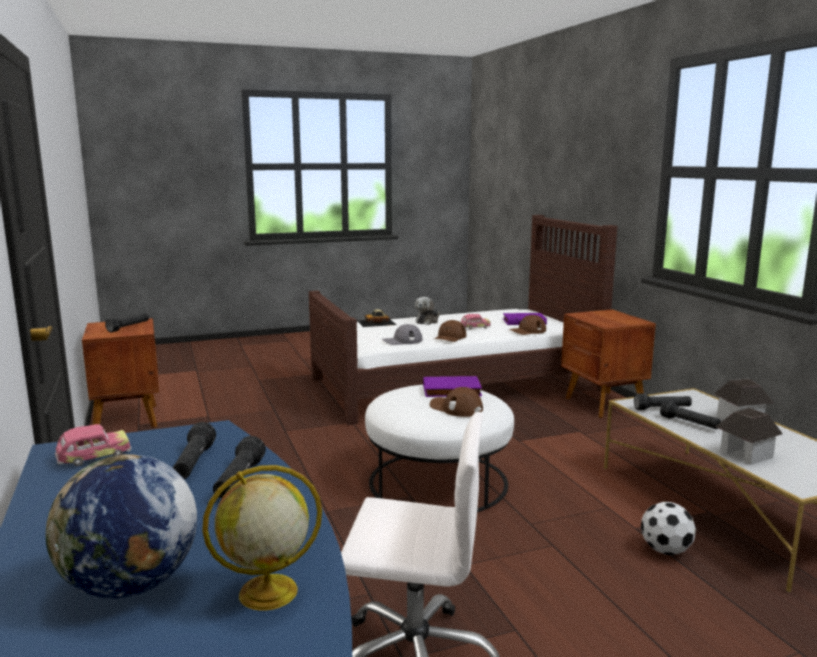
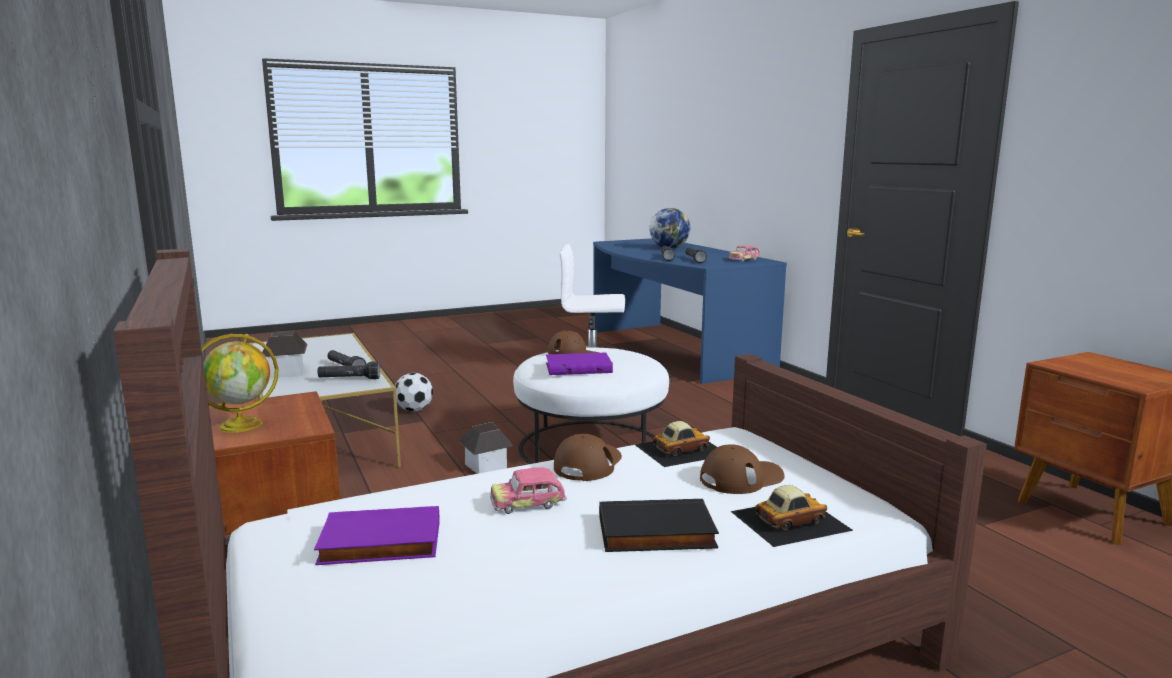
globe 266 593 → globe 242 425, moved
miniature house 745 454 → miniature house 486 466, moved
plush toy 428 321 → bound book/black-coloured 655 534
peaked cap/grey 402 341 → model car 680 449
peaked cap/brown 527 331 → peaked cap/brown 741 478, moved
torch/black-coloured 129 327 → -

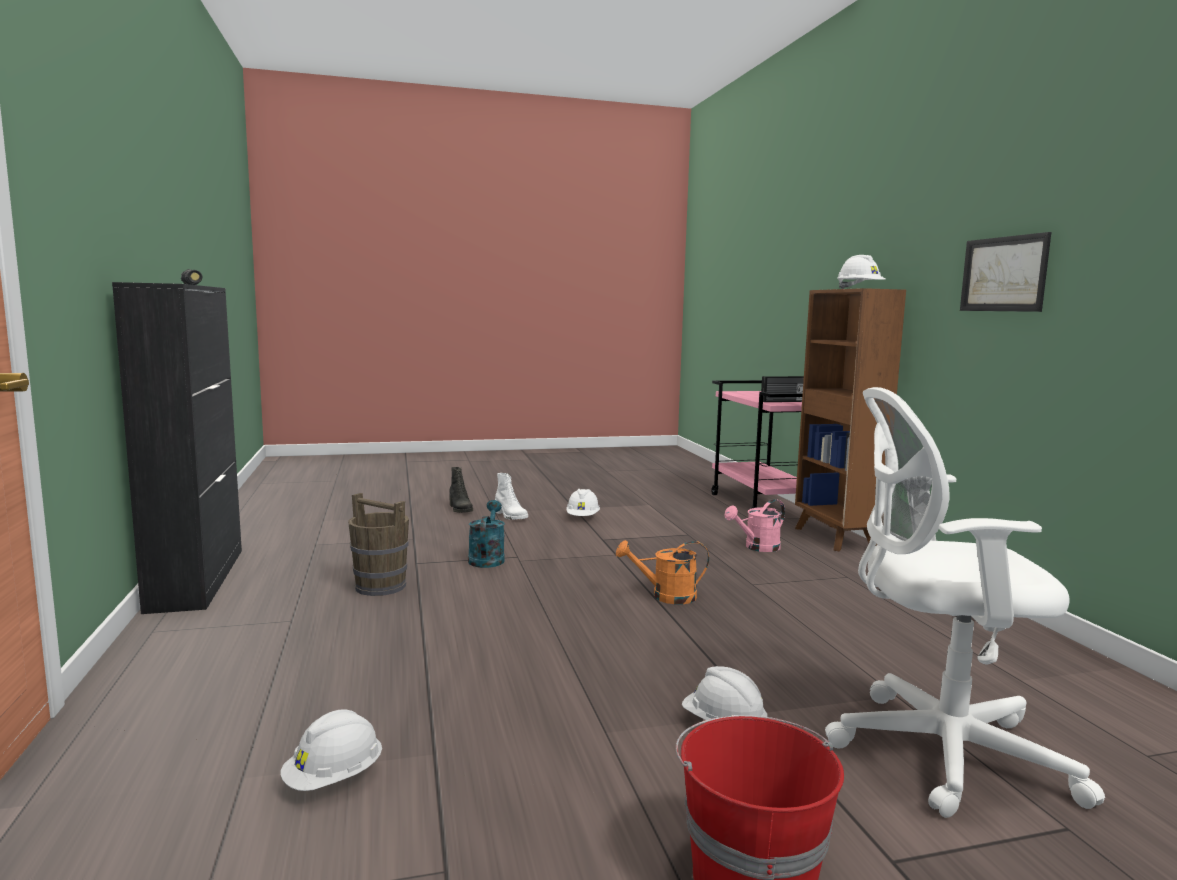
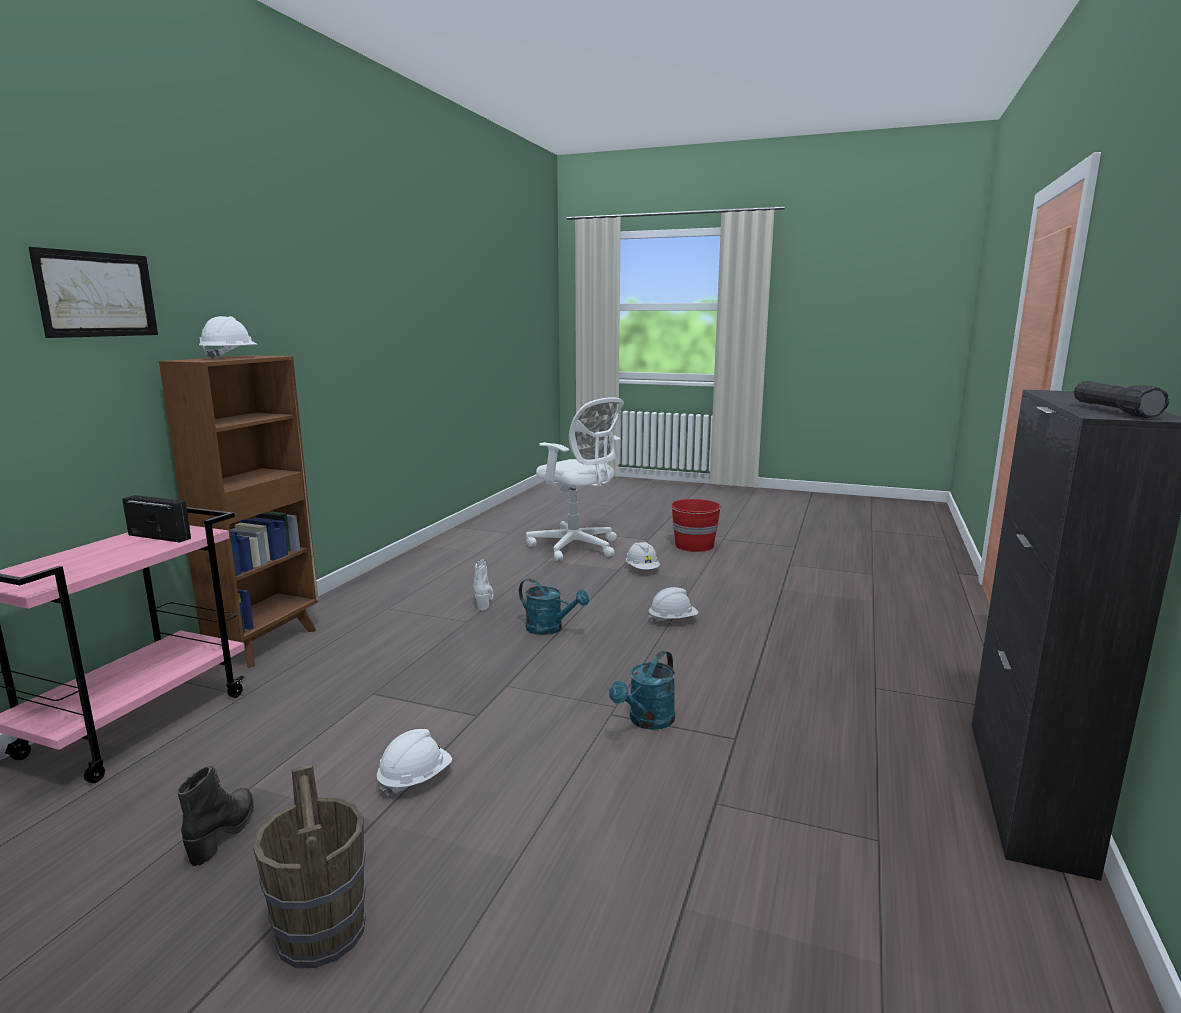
wall picture 1003 274 → wall picture 97 294, moved
boot/black-coloured 460 509 → boot/black-coloured 224 832, moved
pail/brown 380 586 → pail/brown 321 932, moved
boot/white 510 516 → boot/white 483 600, moved
sprinkling can/orange-coloured 666 596 → sprinkling can/turquoise 550 629
hard hat/white 334 779 → hard hat/white 673 620, moved
sprinkling can/pink 757 548 → -

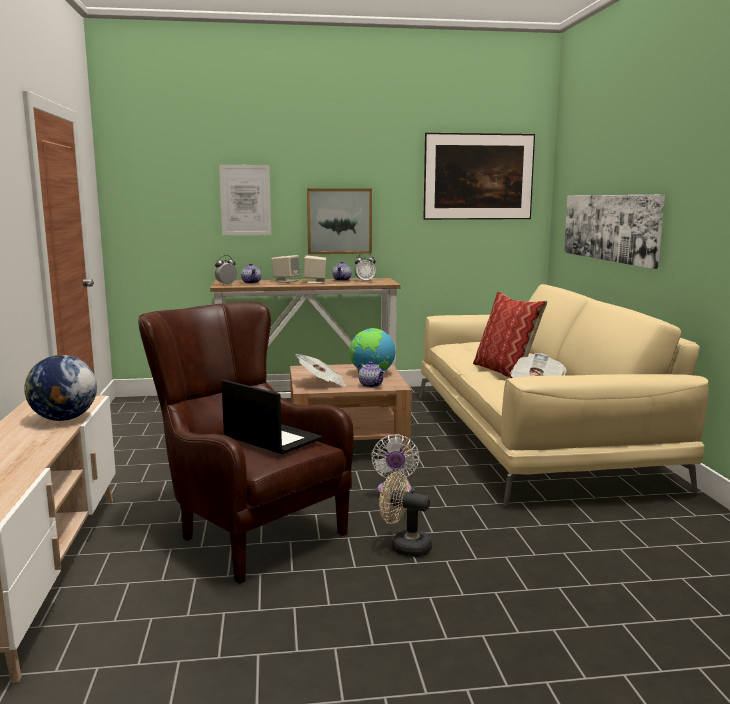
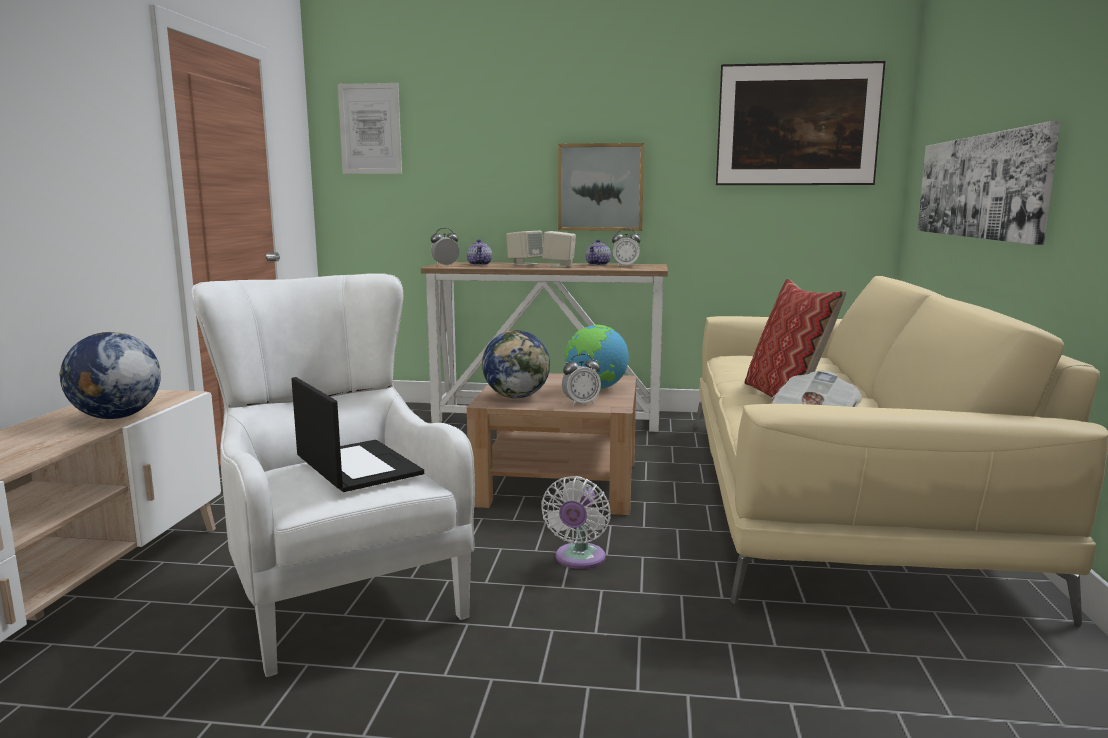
armchair/brown 246 530 → armchair/white 340 592
wall picture 245 200 → wall picture 370 129, moved
newspaper 322 383 → globe 517 397
pot for tea 371 385 → alarm clock 581 403
cooling fan/beige 404 546 → -

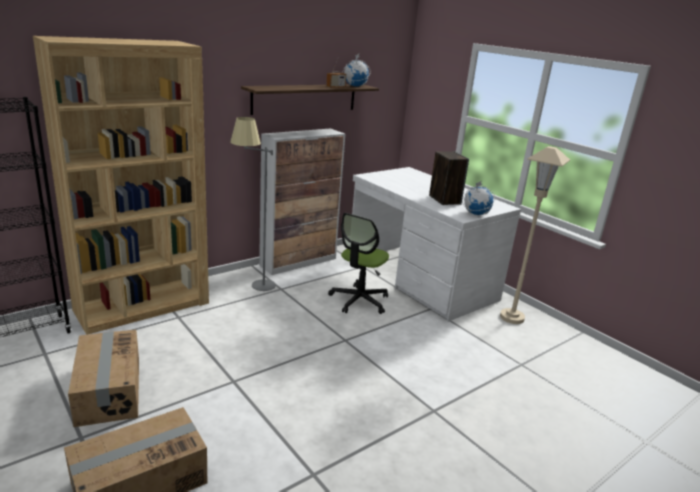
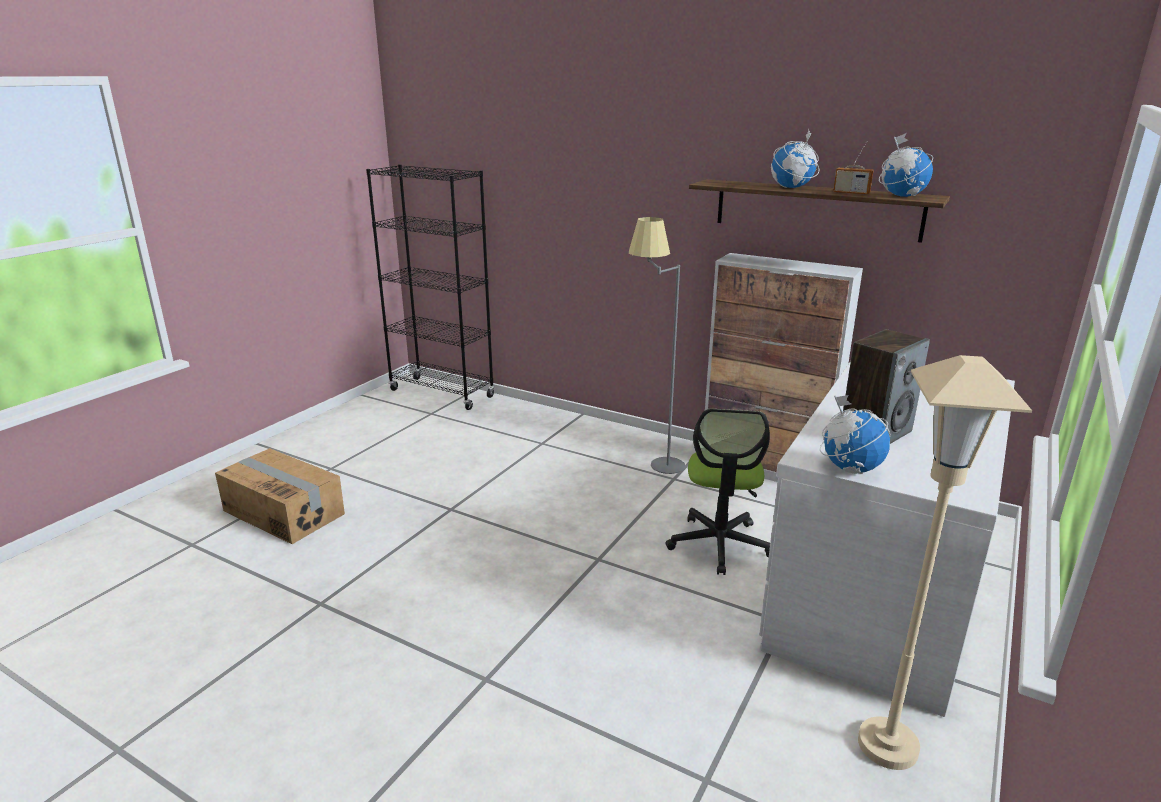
desk chair 359 300 → desk chair 719 544, 90 degrees counterclockwise
- → globe 792 188
bookshelf/brown 143 306 → -
carton 108 391 → -

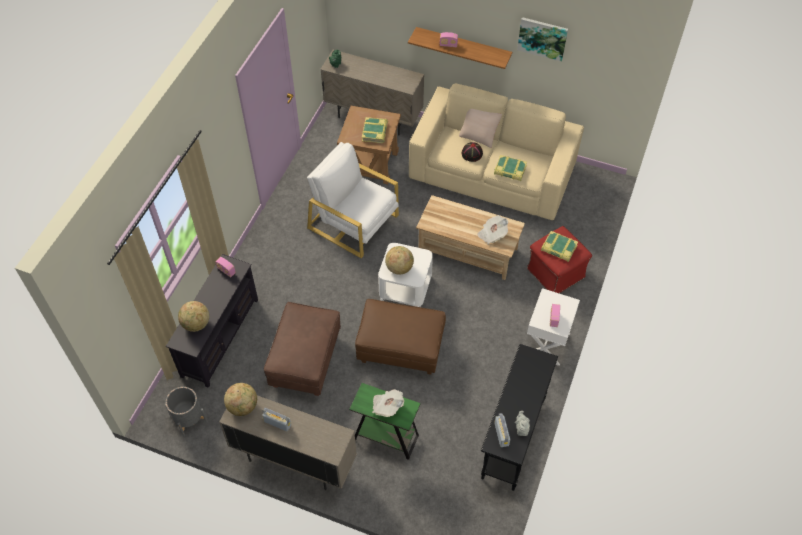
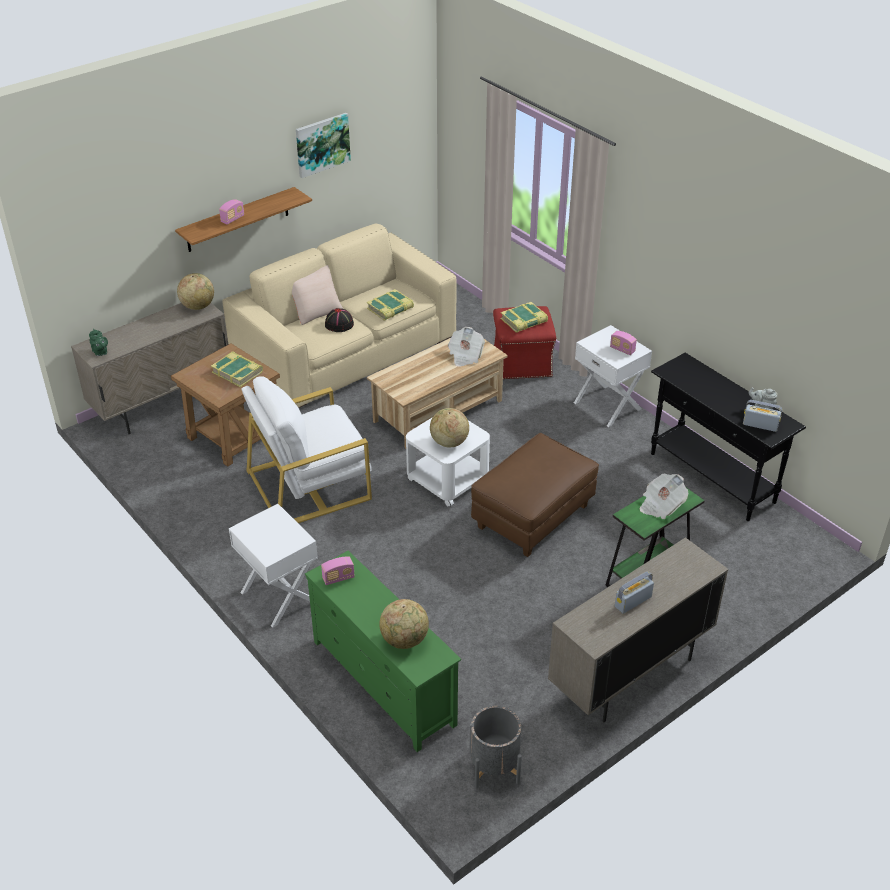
globe 243 406 → globe 198 306, moved
- → bedside table/white 279 597
media console/black-coloured 220 337 → media console/green-coloured 382 683
footrest/brown 305 361 → -

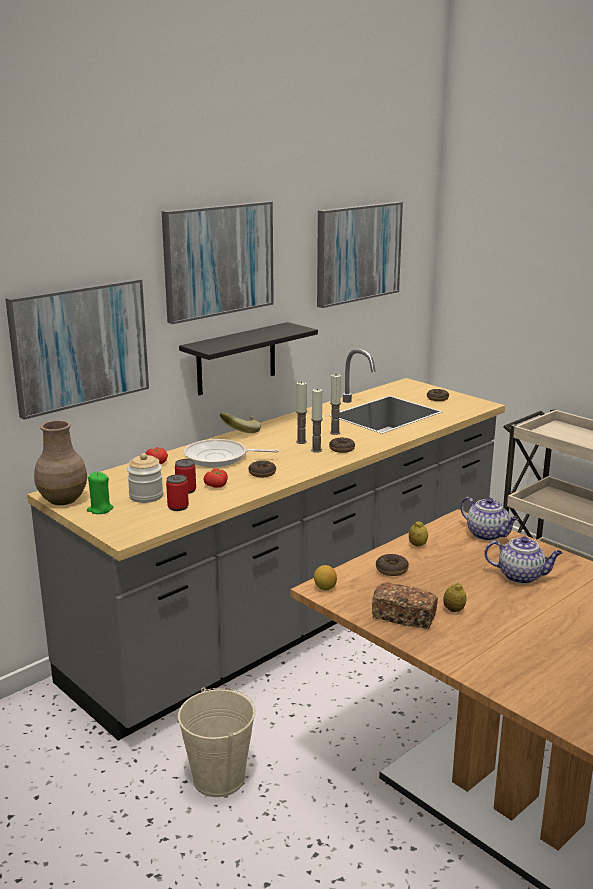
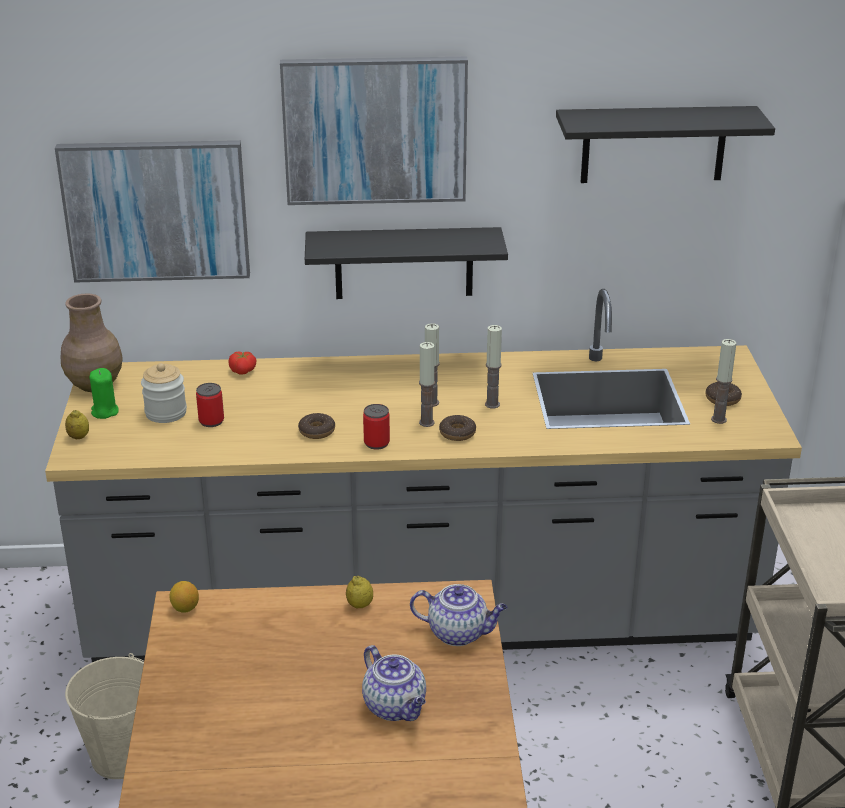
lemon 454 610 → lemon 78 437, moved
can 178 507 → can 376 443, moved
pot for tea 487 535 → pot for tea 459 633, 75 degrees counterclockwise
wall picture 358 253 → wall shelf/black-coloured 653 144
- → wax candle 718 419
frying pan 219 458 → -
fresh tomato 217 486 → -
whole banana 241 432 → -
bakery bread 404 617 → -
ring doughnut 391 569 → -

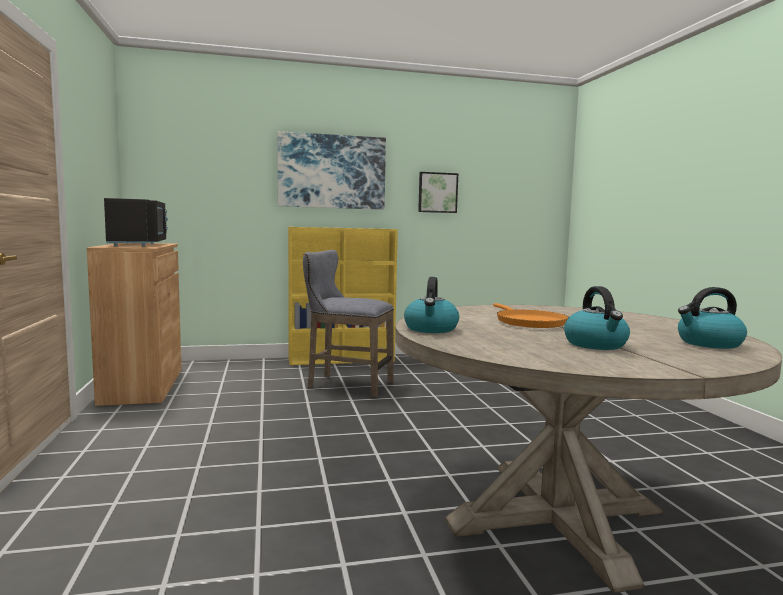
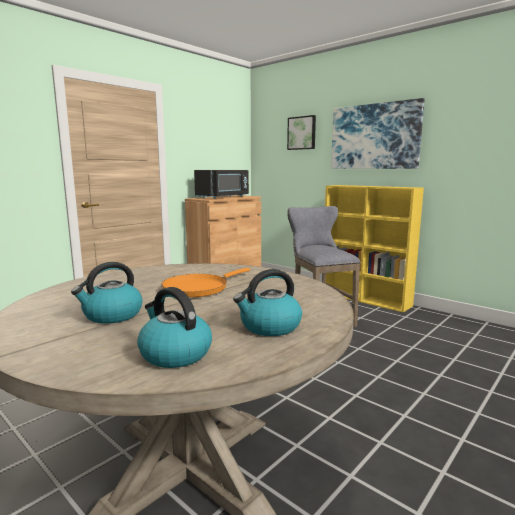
kettle 431 329 → kettle 269 327, moved
wall picture 437 192 → wall picture 302 133, moved

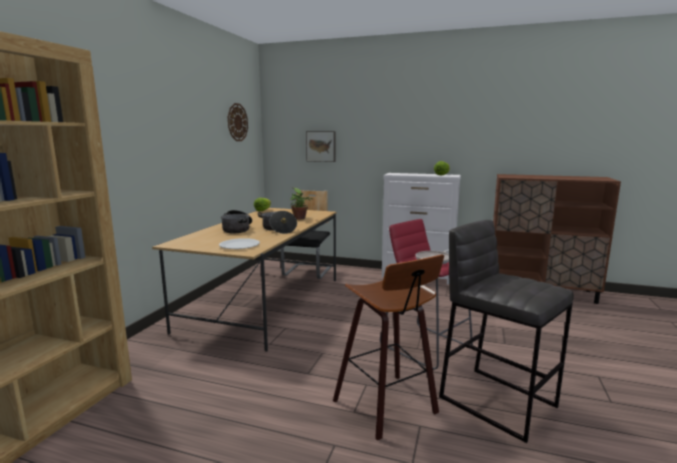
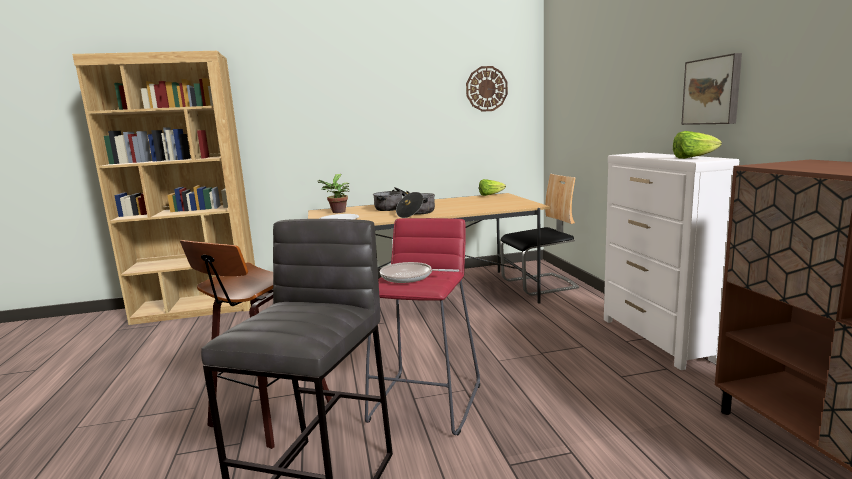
houseplant 300 218 → houseplant 337 212, moved
wall picture 321 146 → wall picture 712 91, moved

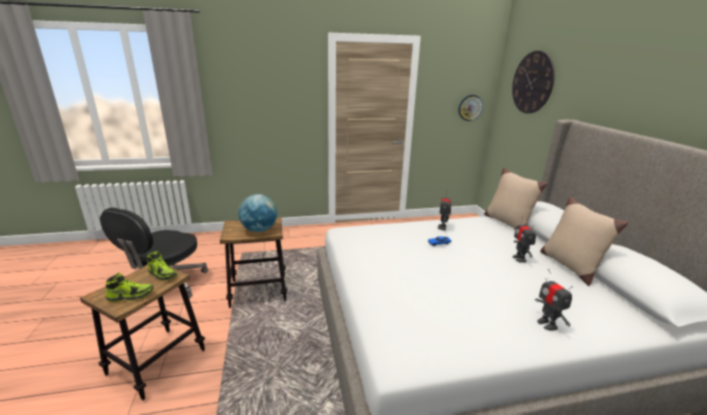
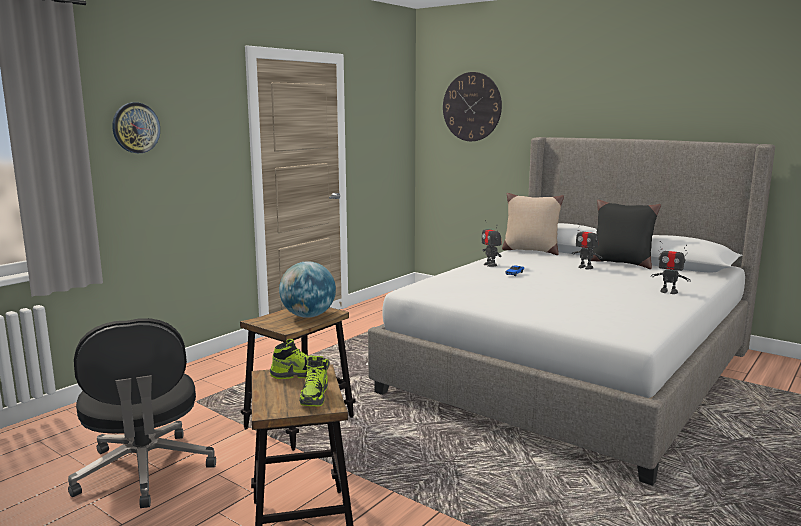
clock on the wall 470 107 → clock on the wall 135 128, moved
low shoe 131 296 → low shoe 315 396, 150 degrees clockwise
cushion/beige 569 266 → cushion/black-coloured 620 263

